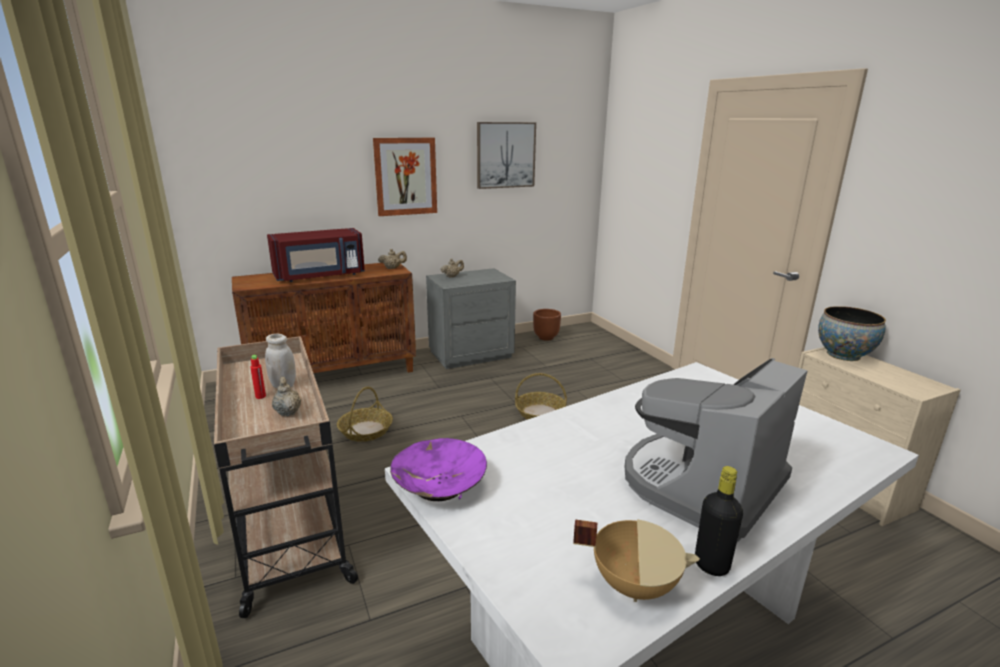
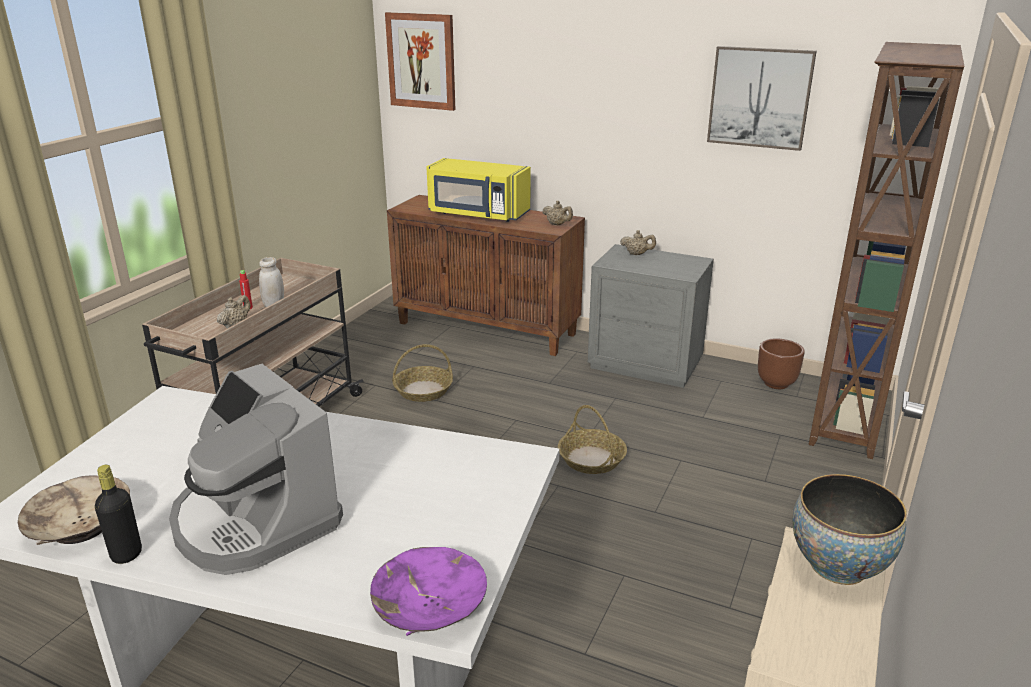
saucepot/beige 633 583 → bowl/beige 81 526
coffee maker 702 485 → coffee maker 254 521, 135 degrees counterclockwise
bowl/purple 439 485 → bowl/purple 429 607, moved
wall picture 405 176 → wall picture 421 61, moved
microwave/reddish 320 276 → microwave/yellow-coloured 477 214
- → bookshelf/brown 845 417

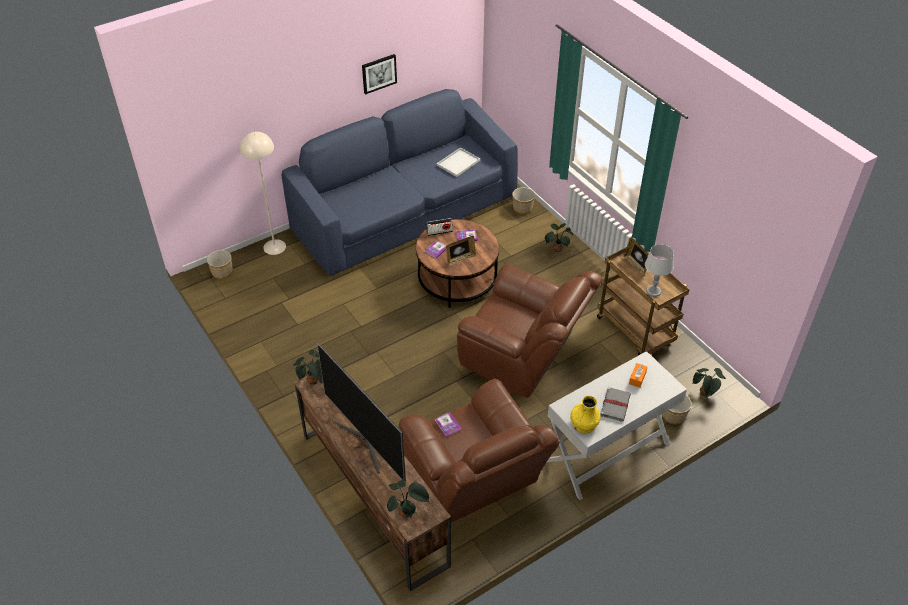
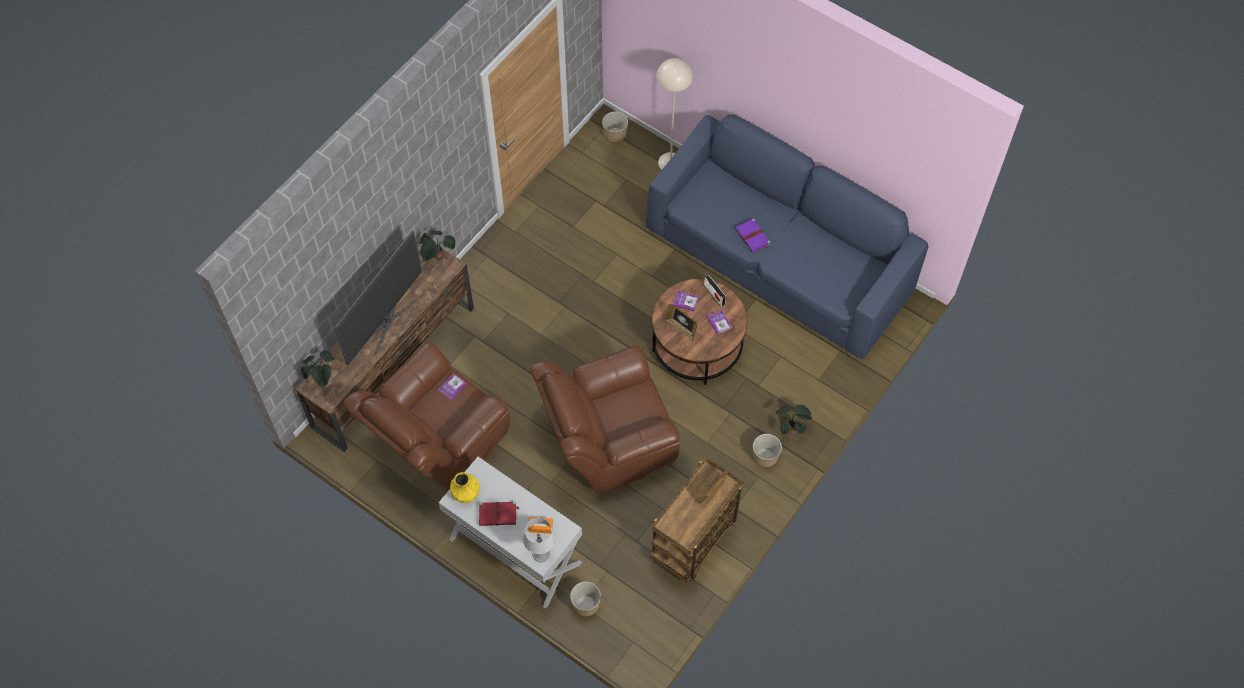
bound book/grey 615 404 → bound book/reddish 498 514
lamp for a table/grey 653 291 → lamp for a table/grey 541 554, moved
armchair/brown 523 359 → armchair/brown 607 442, 60 degrees clockwise
- → bound book/purple 753 237
flower pot 522 208 → flower pot 765 456, moved
wall picture 379 73 → -
serving tray/white 458 163 → -
houseplant 704 394 → -

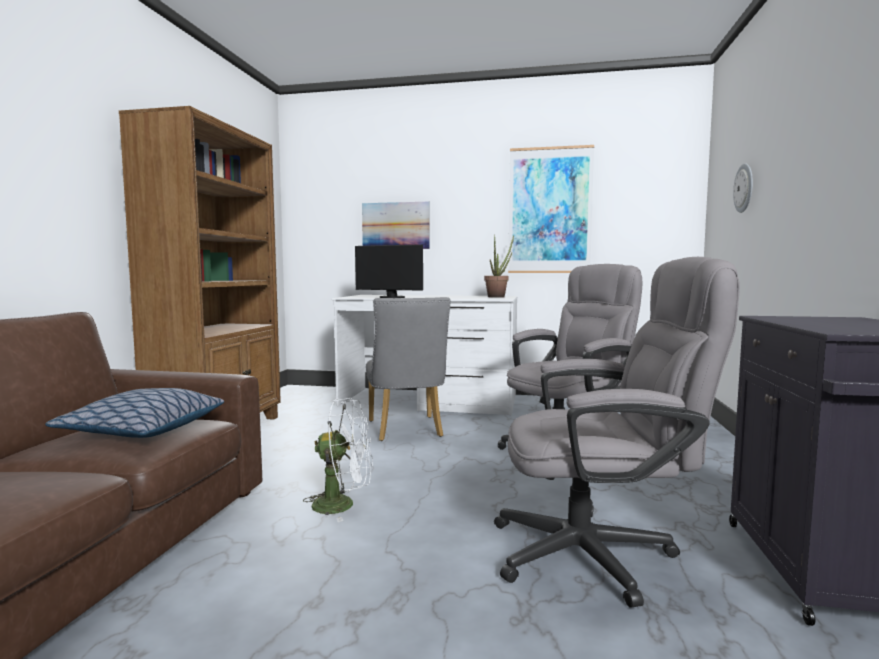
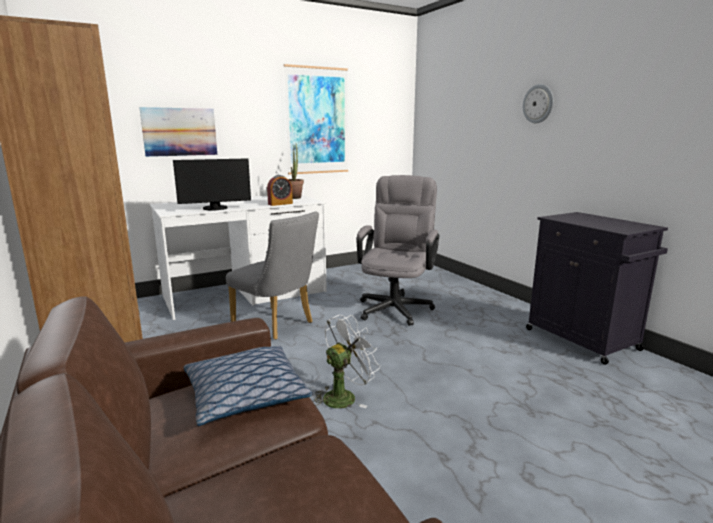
- → alarm clock 280 204
clock on the wall 744 188 → clock on the wall 538 104, moved
desk chair/grey 600 554 → -

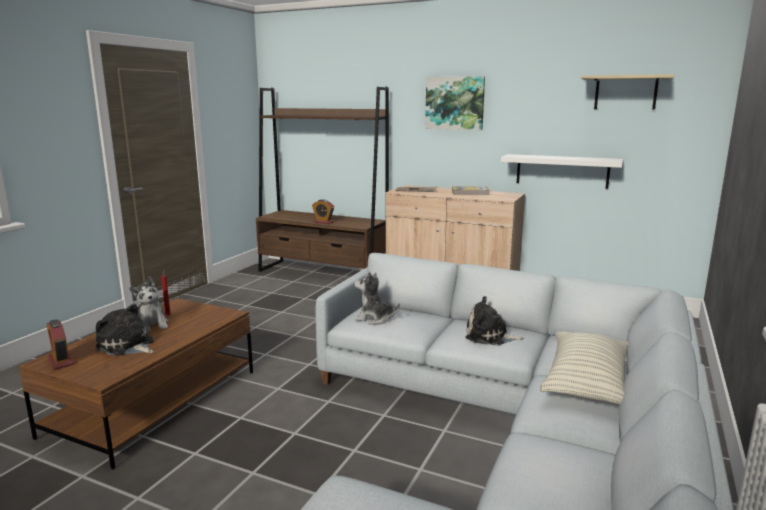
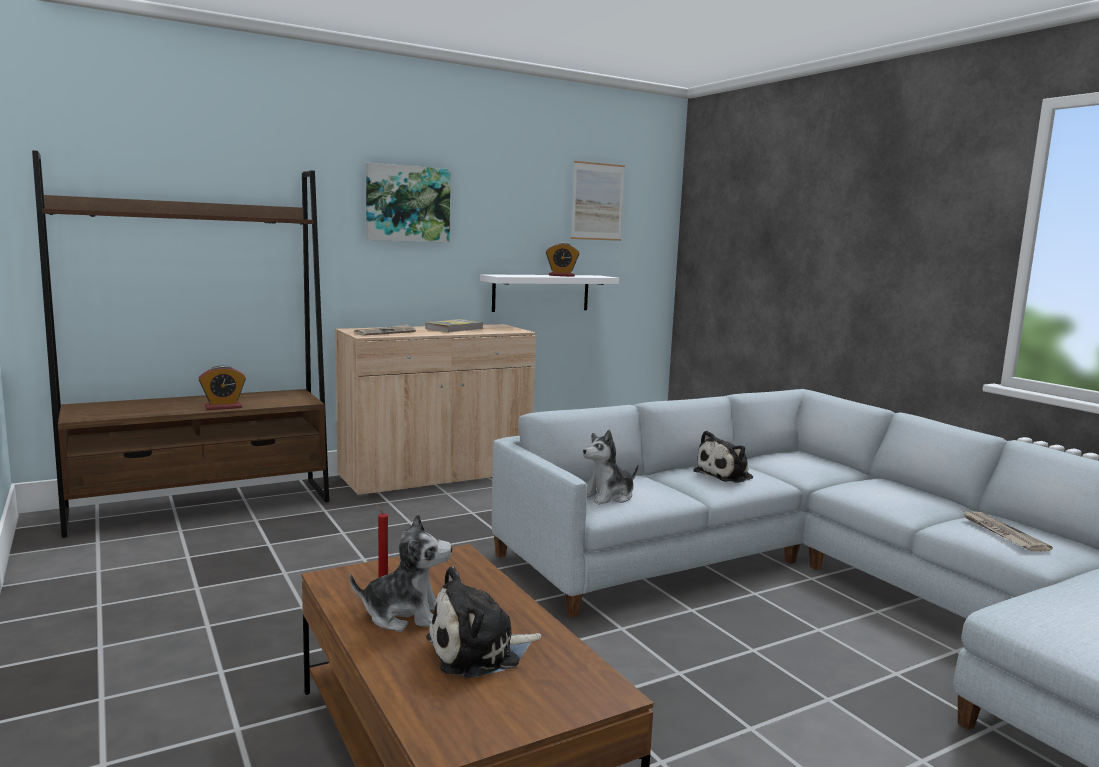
alarm clock 61 361 → alarm clock 561 275, moved
wall shelf/beige 625 92 → wall picture 597 201
- → newspaper 1001 533
cushion 586 383 → -

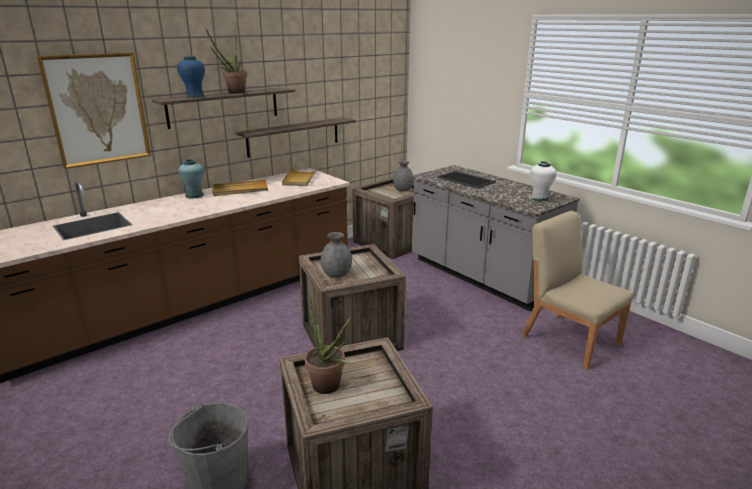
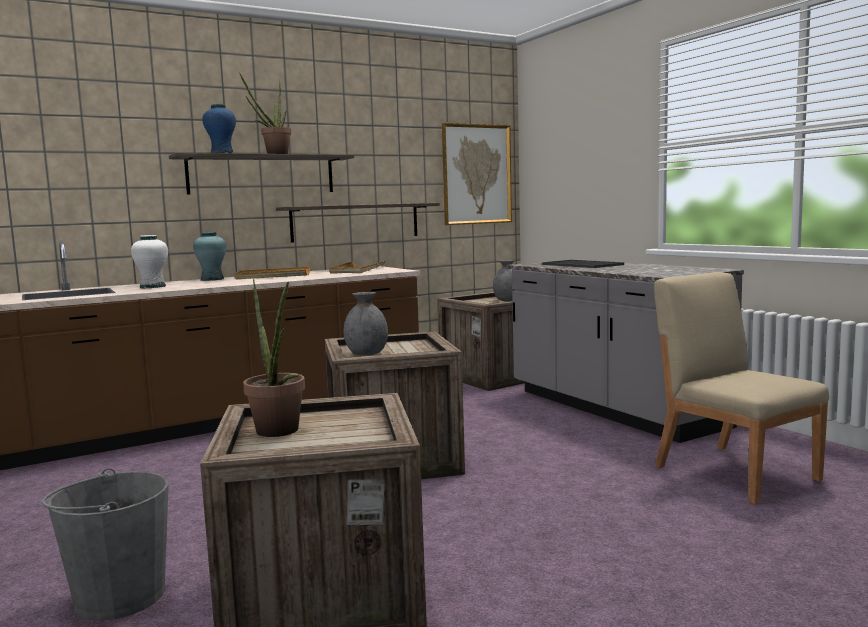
decorative vase/white 539 198 → decorative vase/white 153 287, moved
wall picture 97 109 → wall picture 476 174, moved

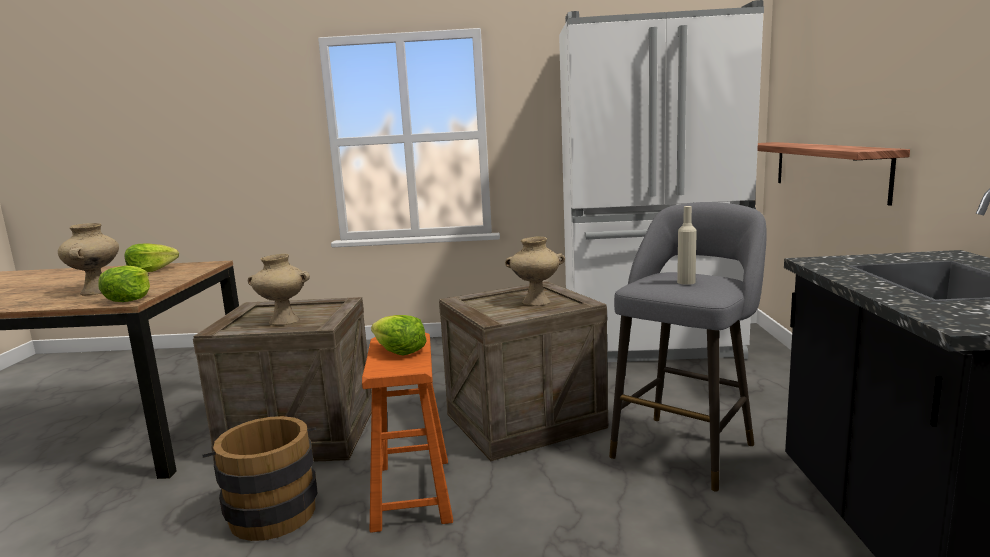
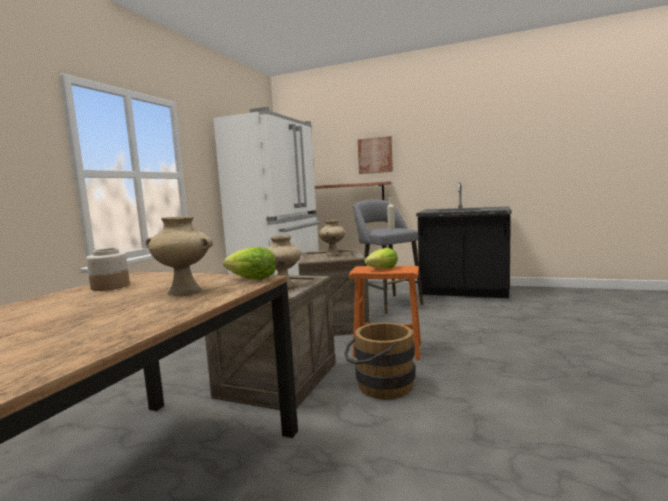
head of lettuce 151 270 → storage jar 110 287
- → wall picture 375 155

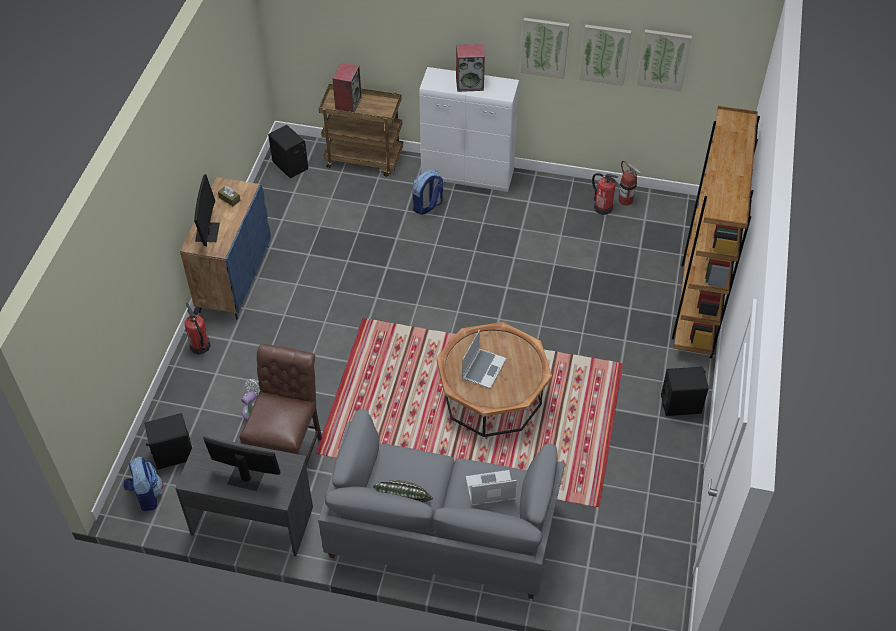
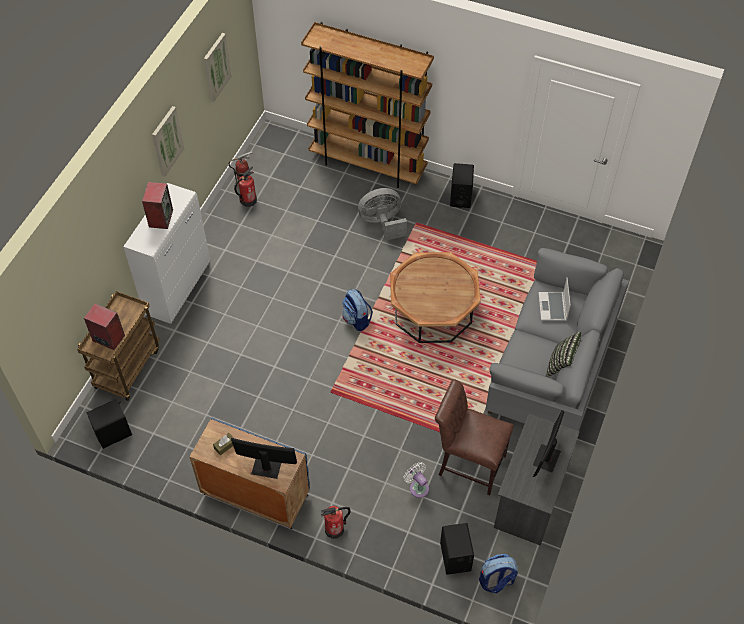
backpack 427 206 → backpack 357 319, moved
- → cooling fan/grey 382 223
laptop 483 368 → -
wall picture 604 54 → -

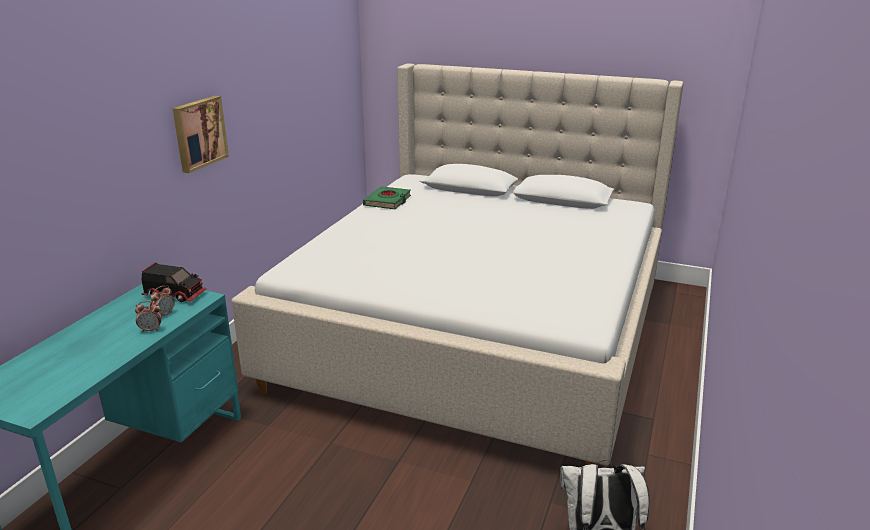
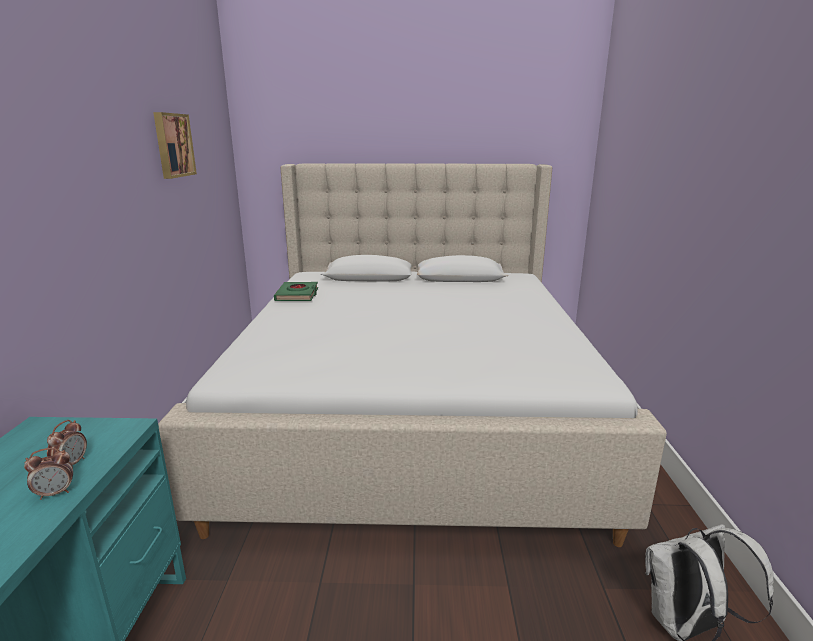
wall picture 199 133 → wall picture 172 145, moved
model truck 175 295 → -

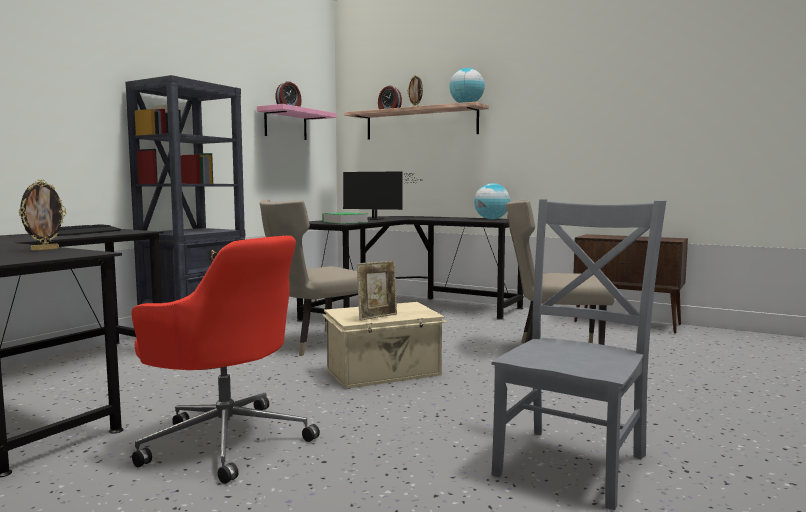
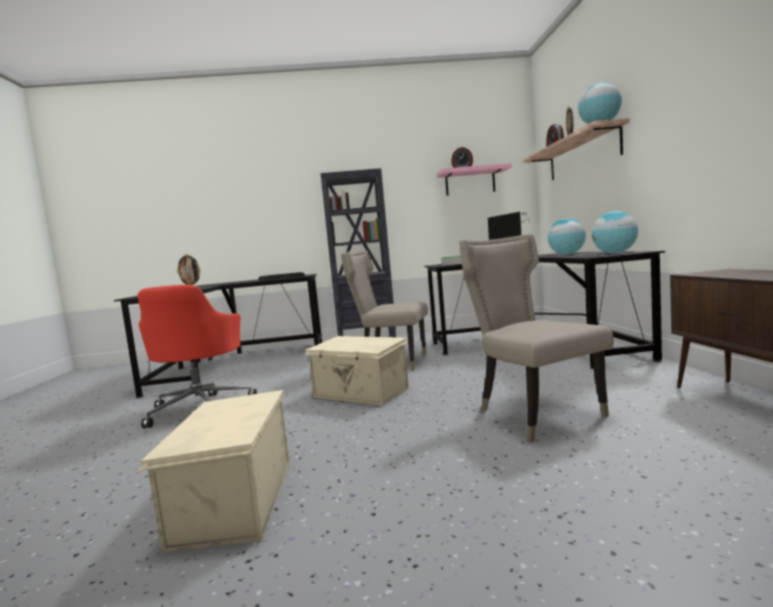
plain chair/grey 573 462 → storage box/beige 233 502
- → globe 567 254
photo frame 377 317 → -

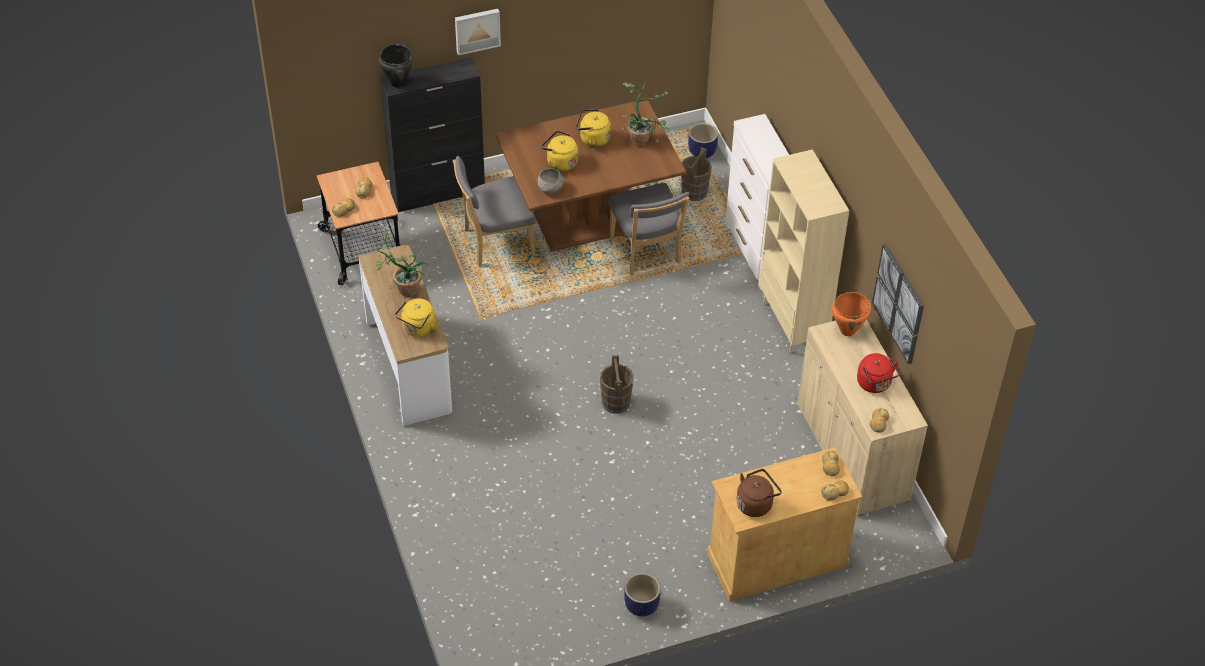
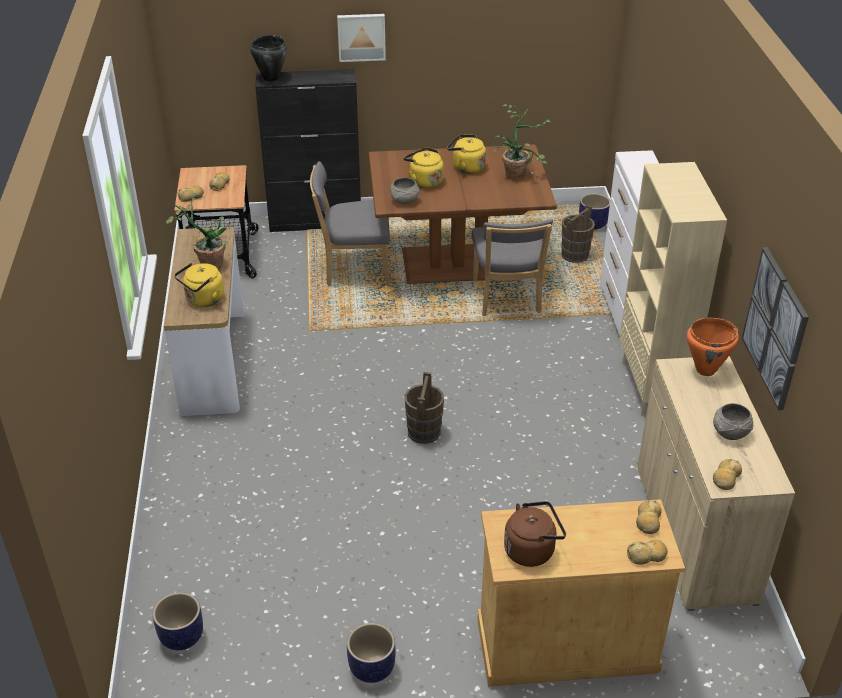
- → flower pot 182 636
kettle/reddish 875 384 → bowl/grey 730 433

